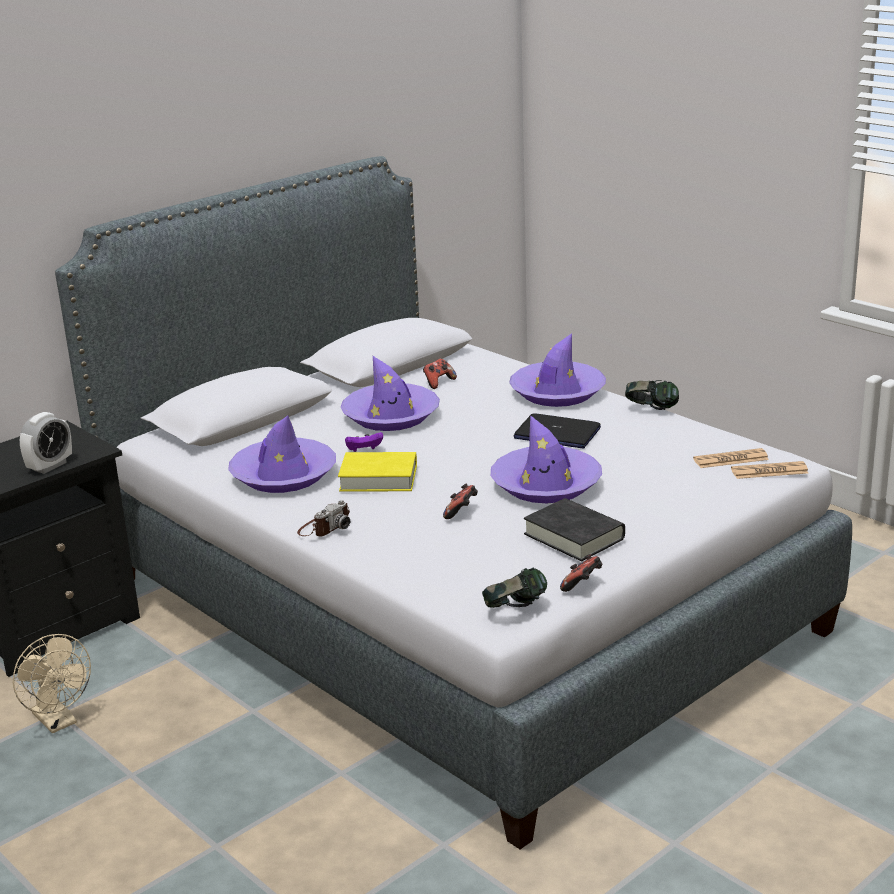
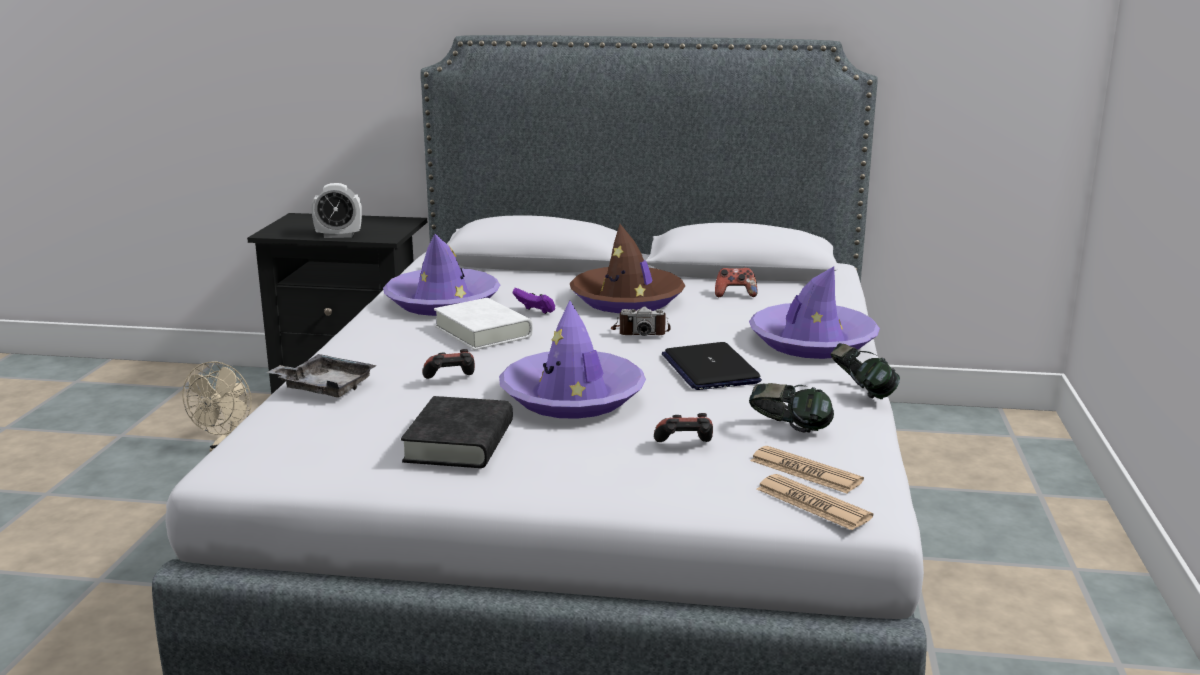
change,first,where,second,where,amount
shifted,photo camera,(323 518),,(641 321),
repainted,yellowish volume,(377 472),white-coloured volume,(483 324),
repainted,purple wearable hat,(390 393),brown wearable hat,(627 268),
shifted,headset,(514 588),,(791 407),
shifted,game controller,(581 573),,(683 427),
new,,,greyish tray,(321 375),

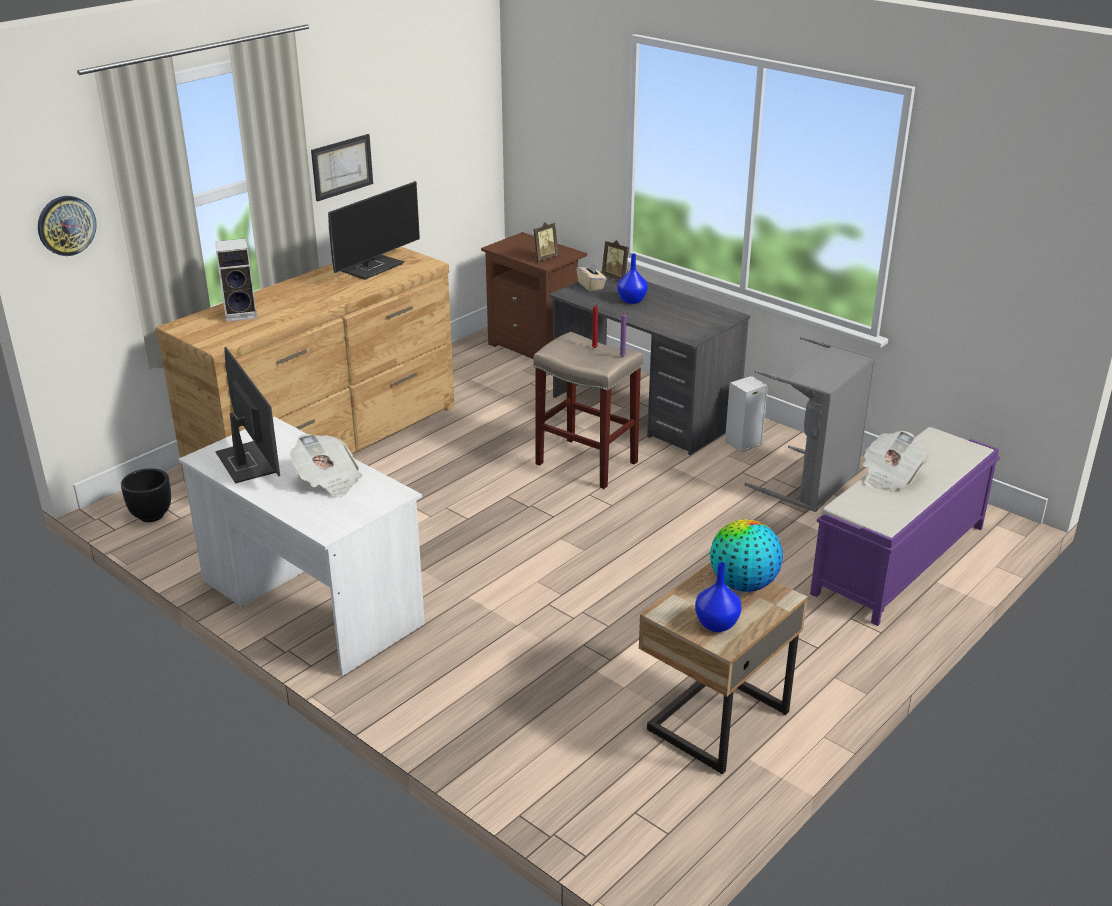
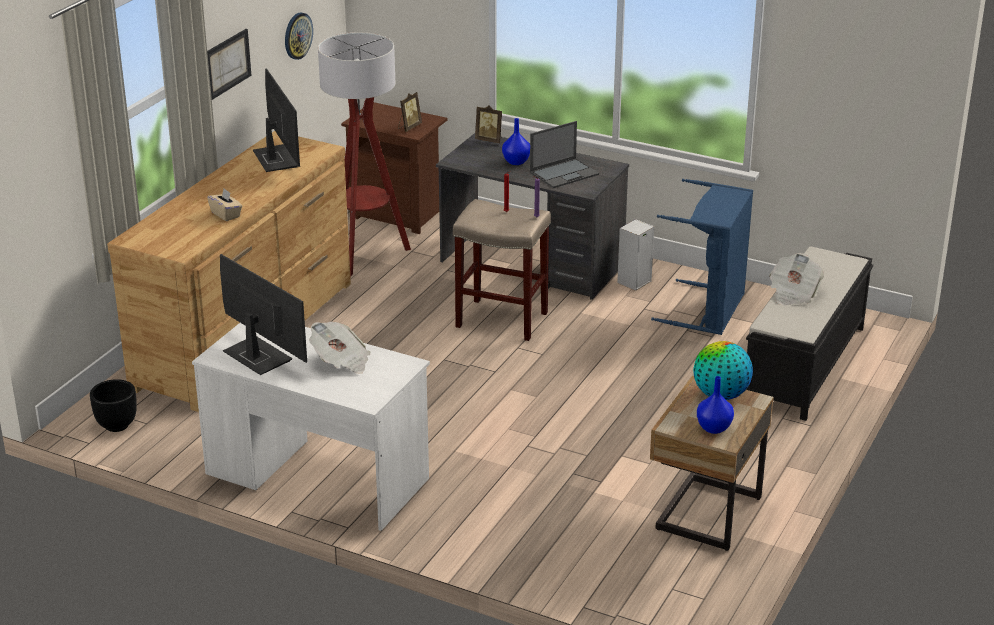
change,first,where,second,where,amount
shifted,hanging clock,(67 226),,(299 36),
gone,loudspeaker,(235 280),,,
rotated,computer screen,(374 230),,(276 120),45 degrees counterclockwise
shifted,sand-coloured tissue holder,(591 277),,(224 205),
repainted,greyish hamper,(809 424),blue hamper,(702 257),
repainted,purple long seat,(905 526),blackish long seat,(809 334),
new,,,standing lamp,(364 154),
new,,,portable computer,(564 154),

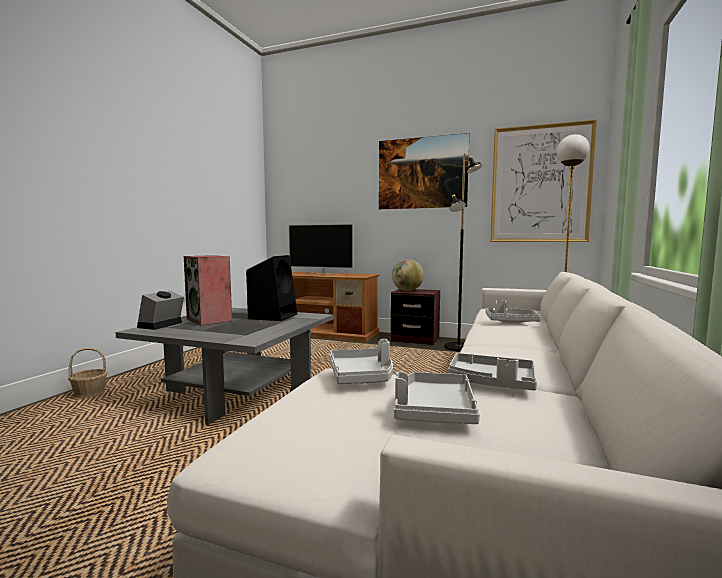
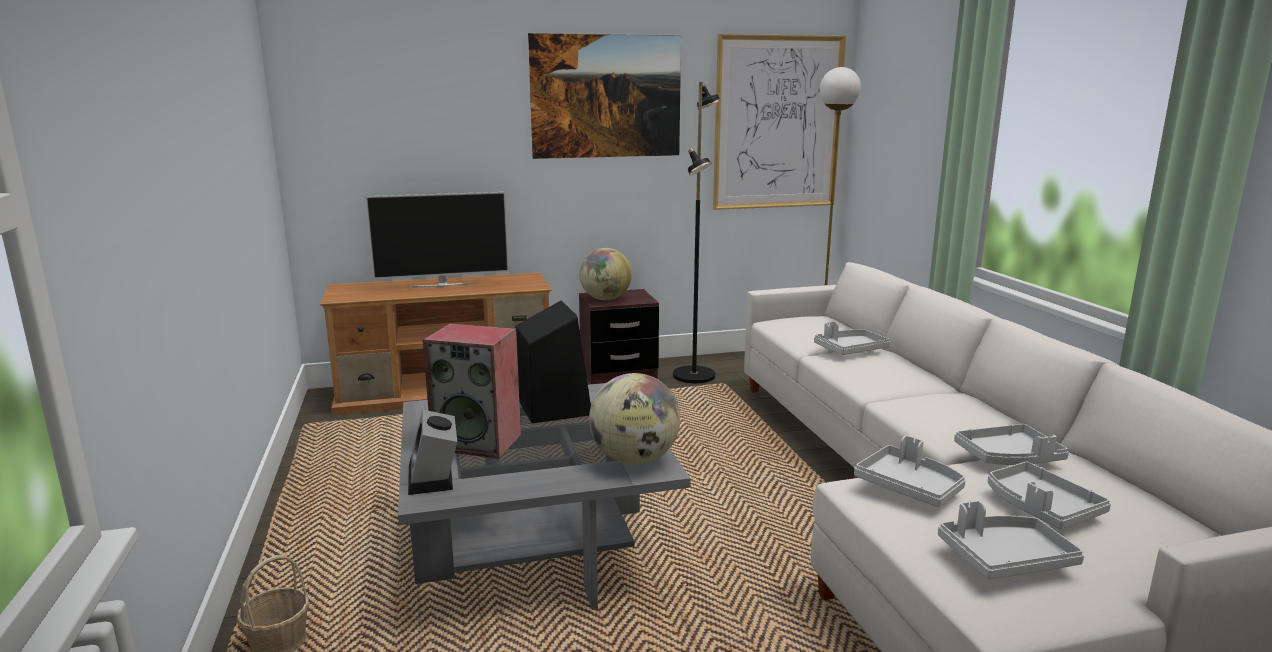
change,first,where,second,where,amount
new,,,globe,(634 419),
new,,,greyish tray,(1011 539),

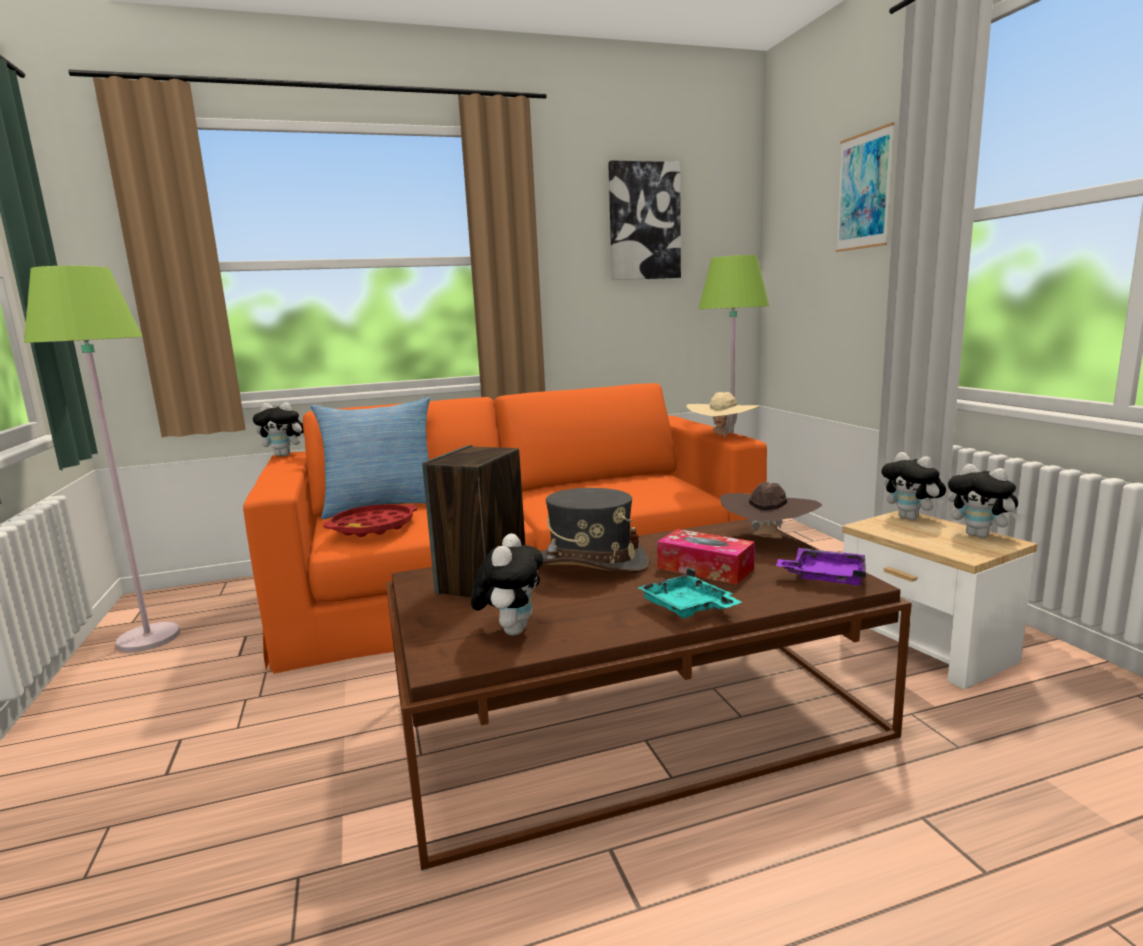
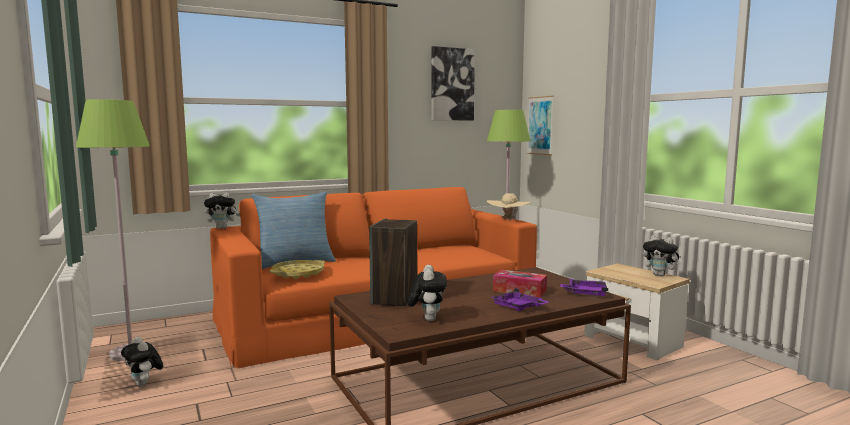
change,first,where,second,where,amount
repainted,red tray,(370 520),yellowish tray,(297 269),
gone,greyish wearable hat,(596 530),,,
repainted,turquoise-coloured tray,(689 593),purple tray,(520 299),
gone,brown wearable hat,(771 510),,,
shifted,wall picture,(864 187),,(540 125),
shifted,plush toy,(913 486),,(142 361),

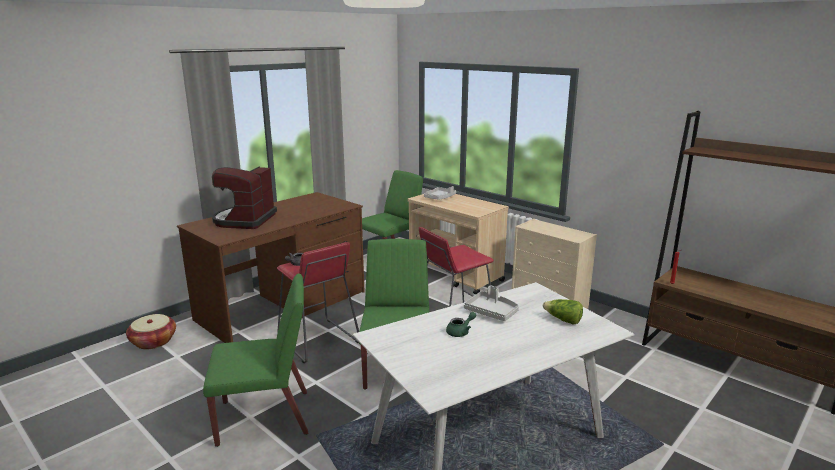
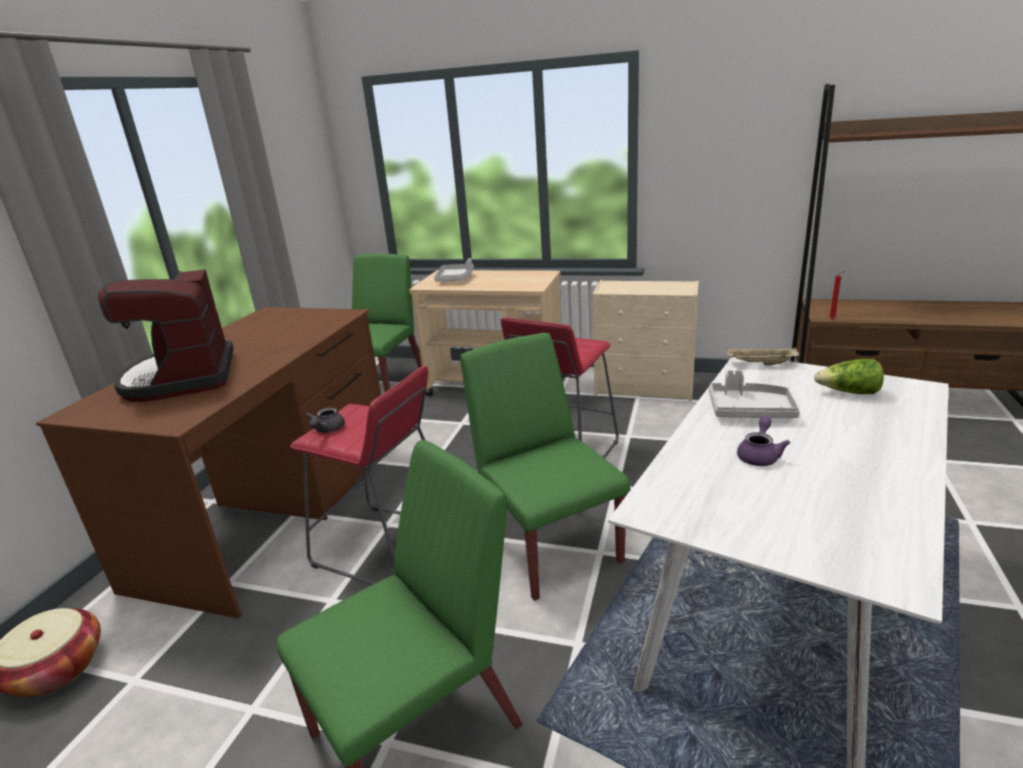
change,first,where,second,where,amount
repainted,green-coloured teapot,(461 324),purple teapot,(763 441),
new,,,sand-coloured tray,(762 356),

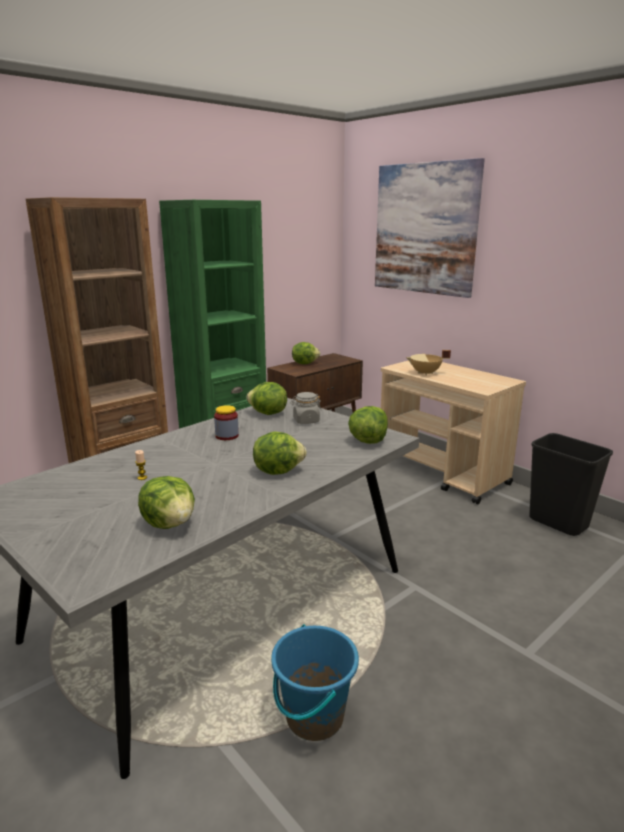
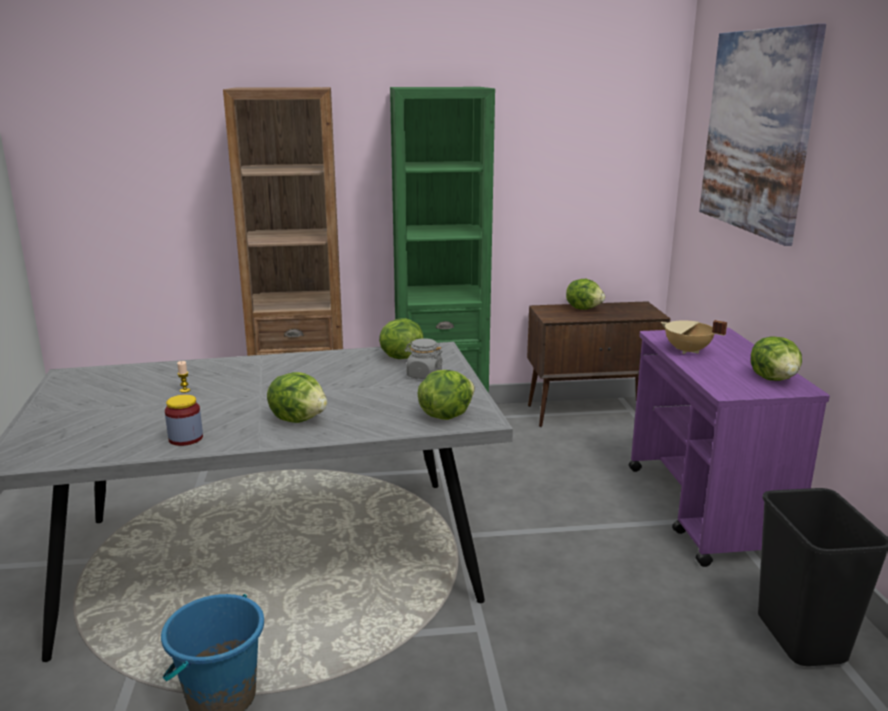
change,first,where,second,where,amount
shifted,lettuce,(166 502),,(776 359),
shifted,preserve jar,(226 422),,(184 420),
repainted,sand-coloured trolley,(453 432),purple trolley,(729 447),

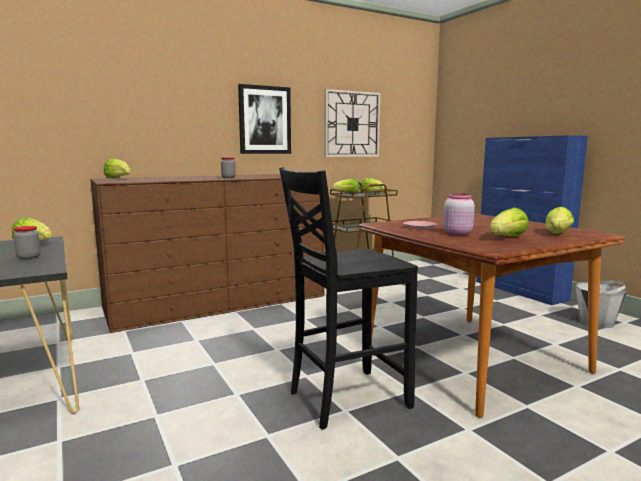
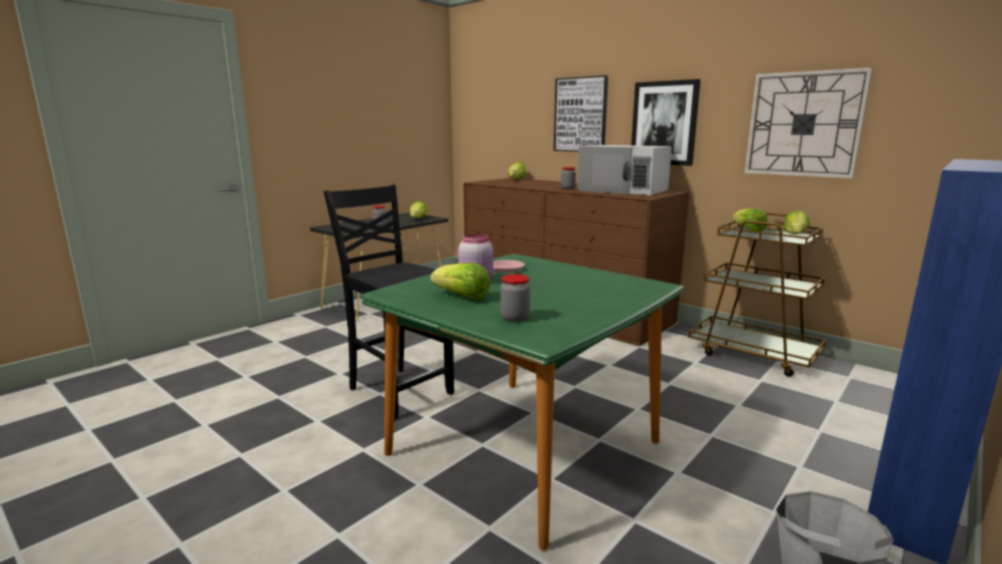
change,first,where,second,where,amount
repainted,brown dinner table,(492 315),green-coloured dinner table,(521 402),
swapped,lettuce,(559 220),preserve jar,(515 298),
new,,,wall picture,(581 113),
new,,,white-coloured microwave,(624 170),

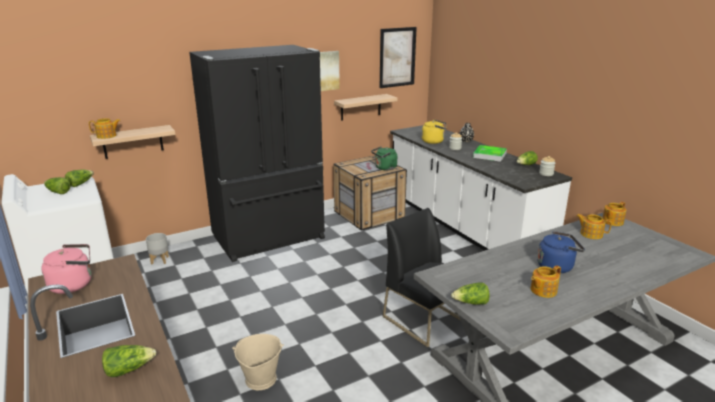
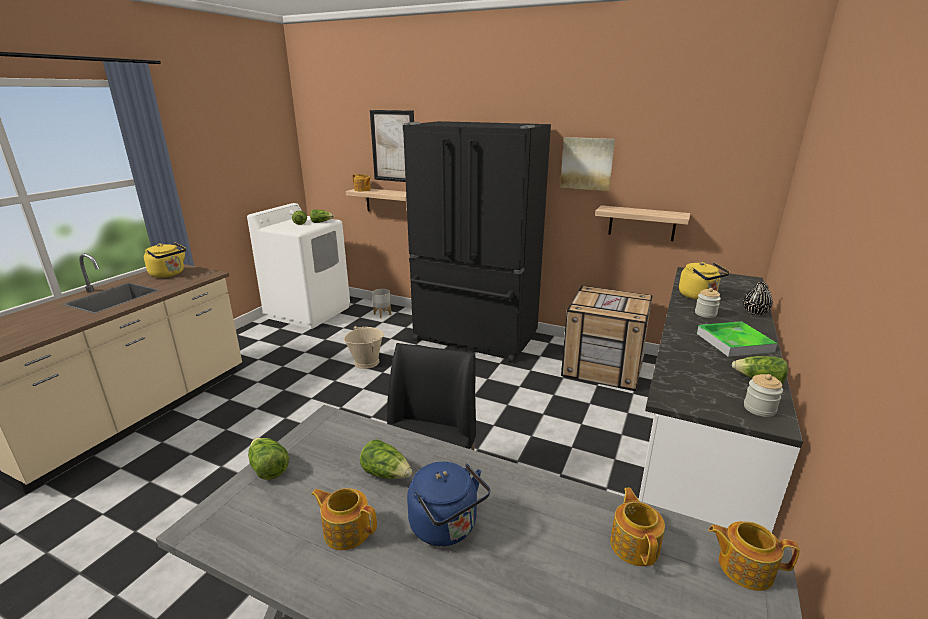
change,first,where,second,where,amount
repainted,pink water kettle,(66 269),yellowish water kettle,(165 260),
shifted,lettuce,(129 361),,(386 459),
shifted,sand-coloured water bucket,(258 362),,(364 347),
gone,green-coloured water kettle,(384 158),,,
shifted,wall picture,(398 57),,(392 146),

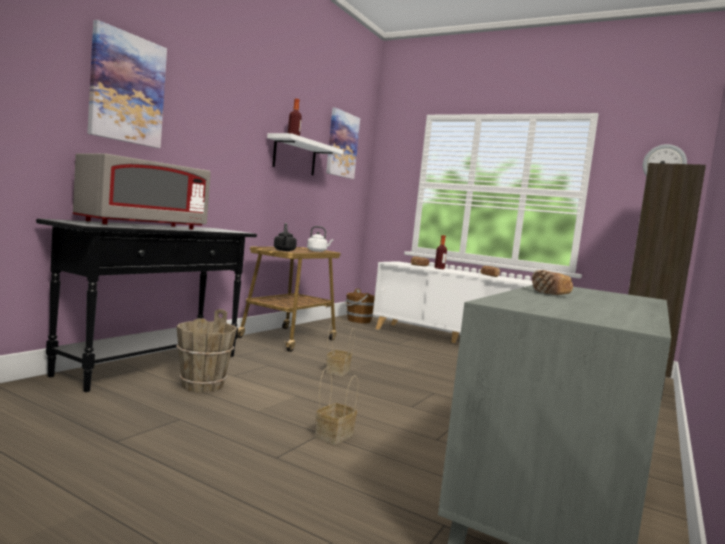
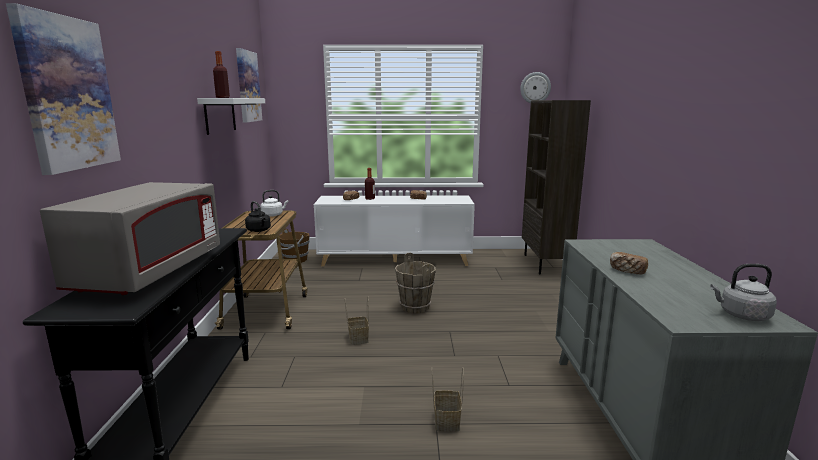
change,first,where,second,where,amount
shifted,brown water bucket,(206 351),,(415 283),
new,,,greyish water kettle,(743 292),

